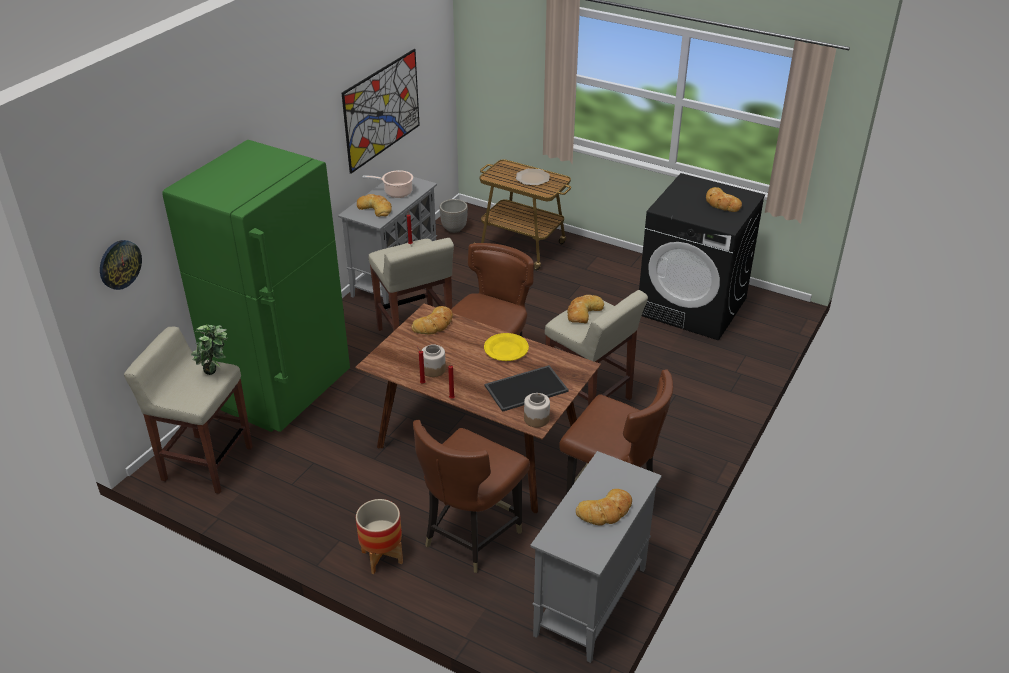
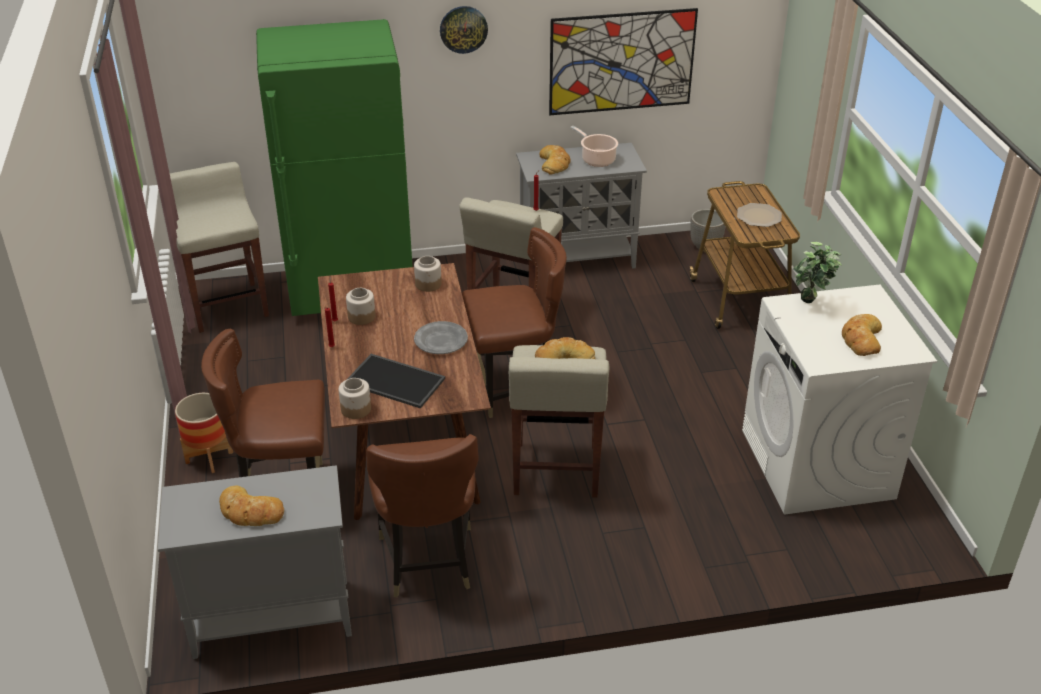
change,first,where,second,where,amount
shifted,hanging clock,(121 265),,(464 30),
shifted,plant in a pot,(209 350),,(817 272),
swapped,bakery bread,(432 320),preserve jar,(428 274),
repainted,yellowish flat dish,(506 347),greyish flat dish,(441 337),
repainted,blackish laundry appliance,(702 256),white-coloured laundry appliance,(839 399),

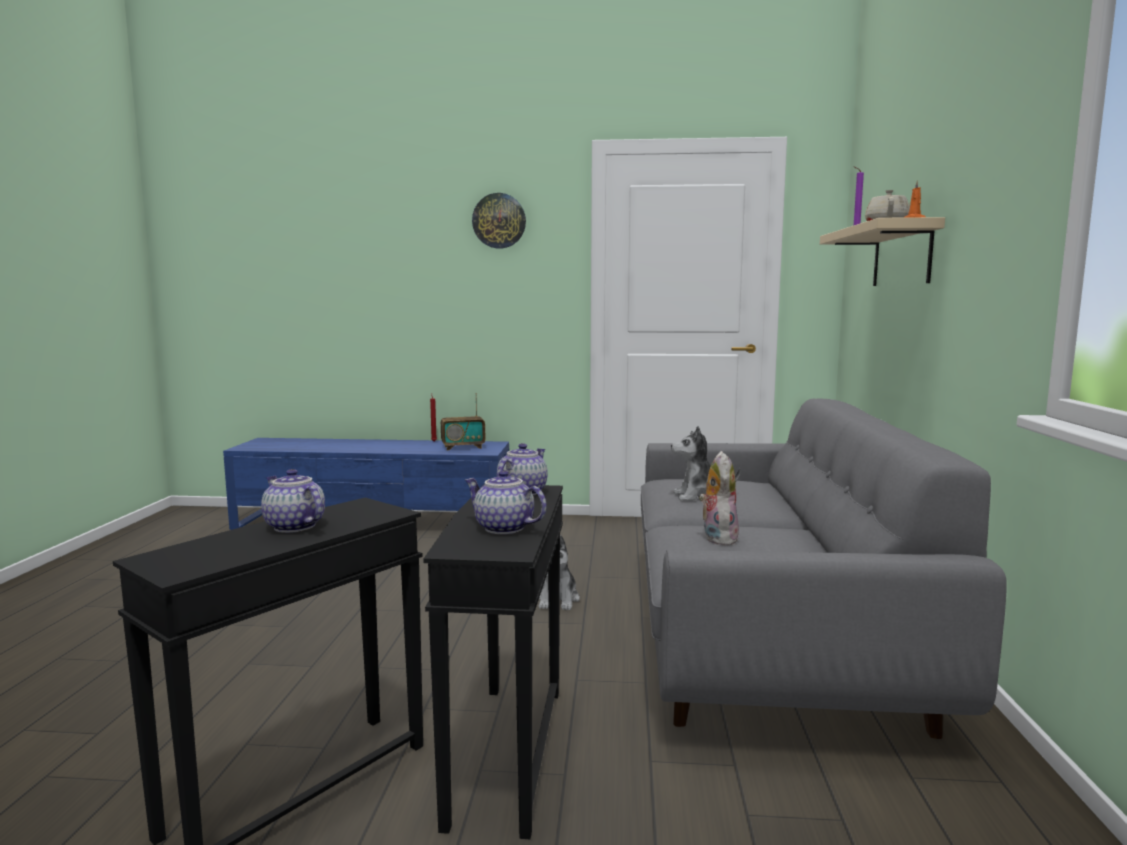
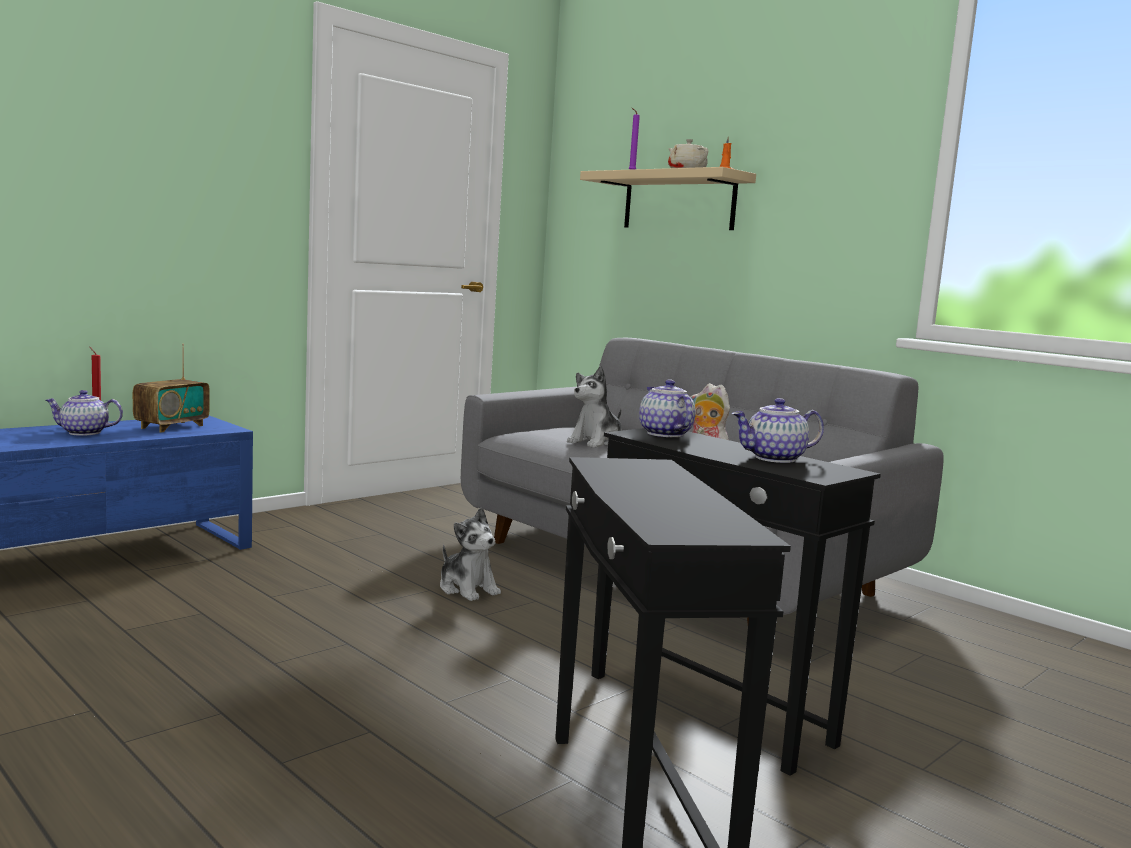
change,first,where,second,where,amount
shifted,teapot,(293 501),,(84 413),
gone,hanging clock,(499 221),,,

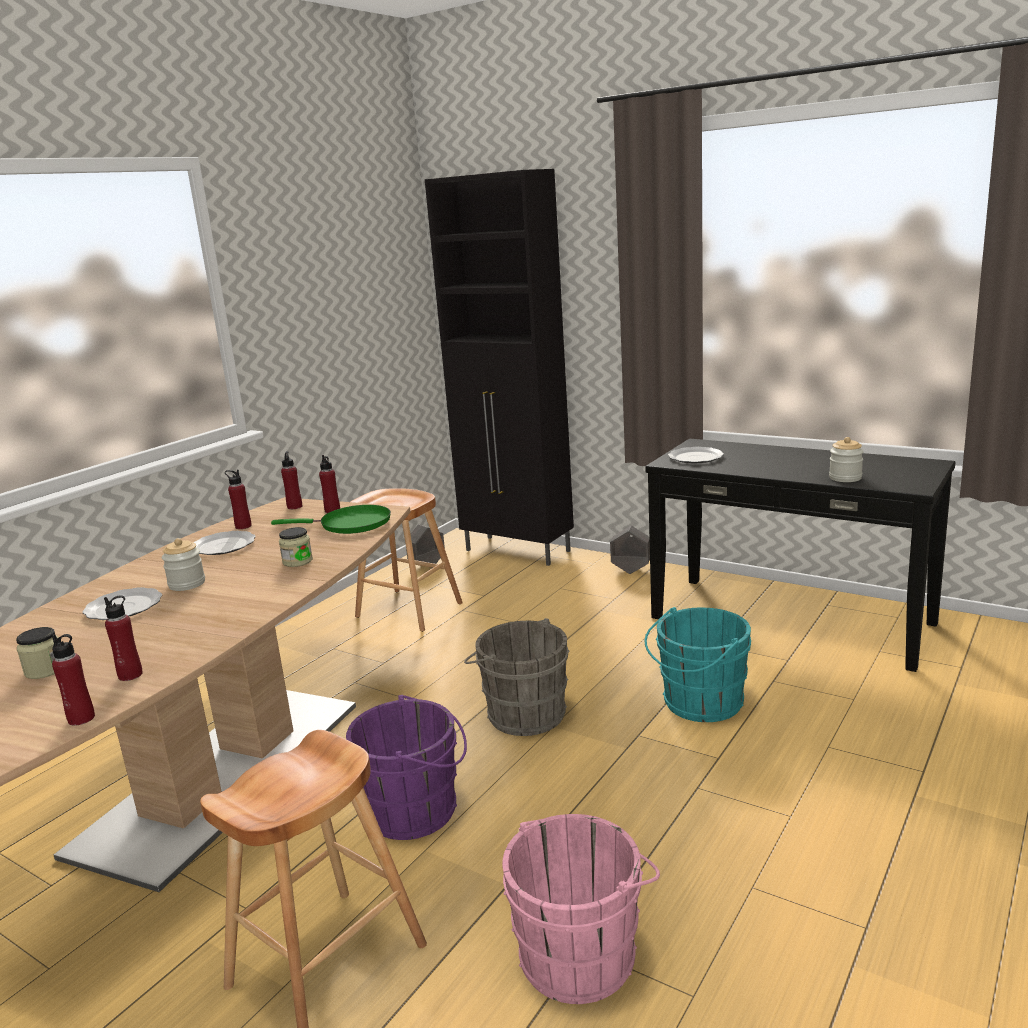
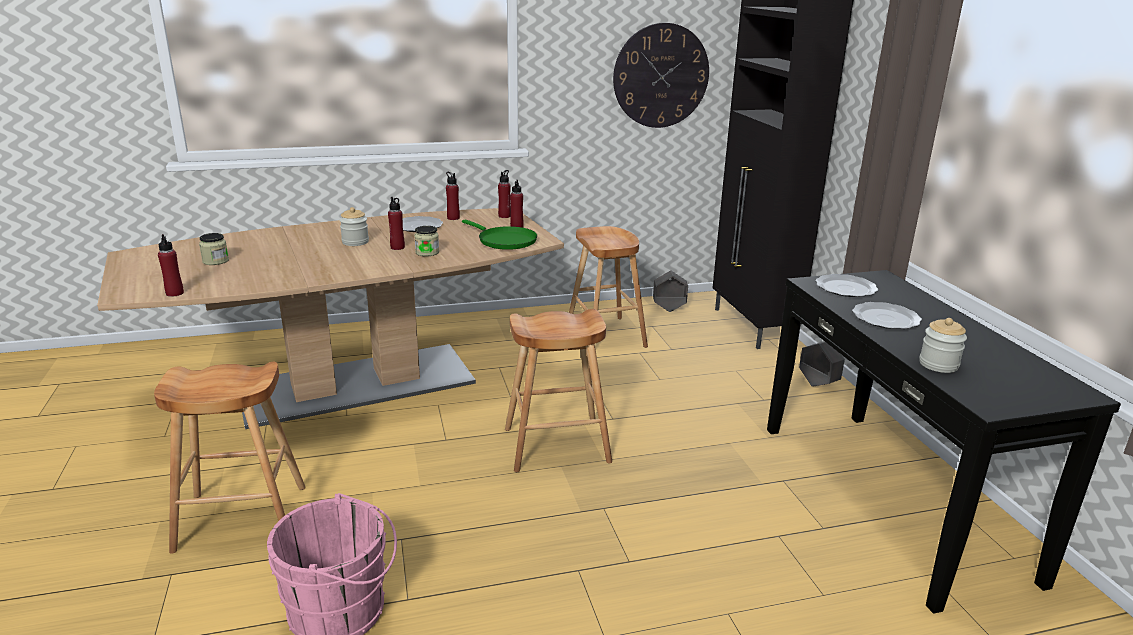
change,first,where,second,where,amount
shifted,flat dish,(122 603),,(887 315),
shifted,red beverage bottle,(123 638),,(396 223),
gone,purple water bucket,(406 767),,,
swapped,greyish water bucket,(517 677),brown stool seat,(558 390),
gone,turquoise-coloured water bucket,(698 664),,,
new,,,hanging clock,(661 75),

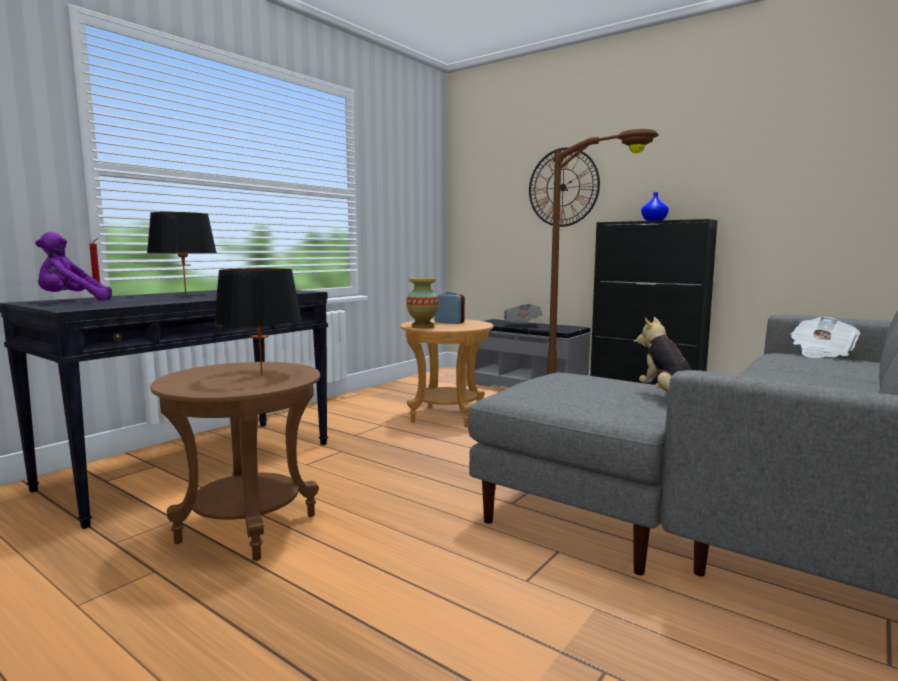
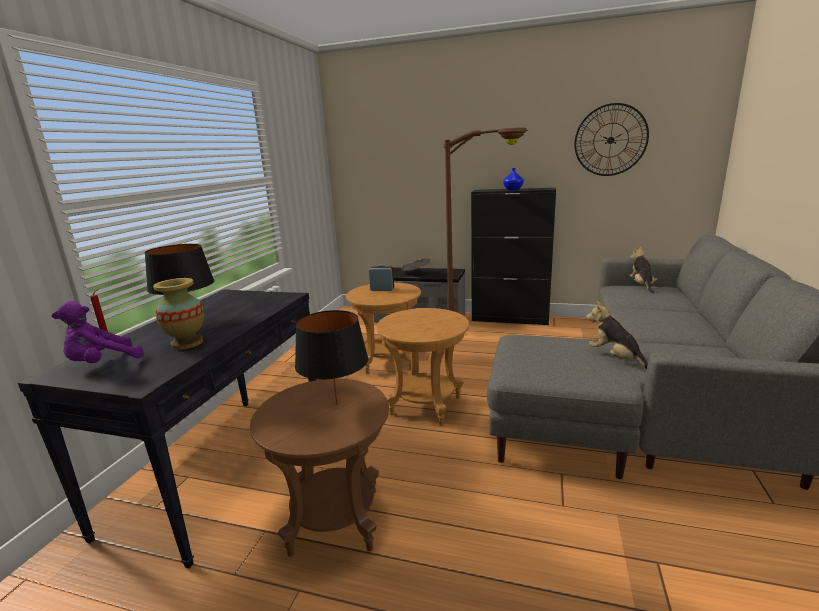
change,first,where,second,where,amount
shifted,vase,(422 303),,(178 314),
shifted,hanging clock,(564 187),,(611 139),
swapped,daily paper,(825 337),plush toy,(643 270),
new,,,brown side table,(423 367),

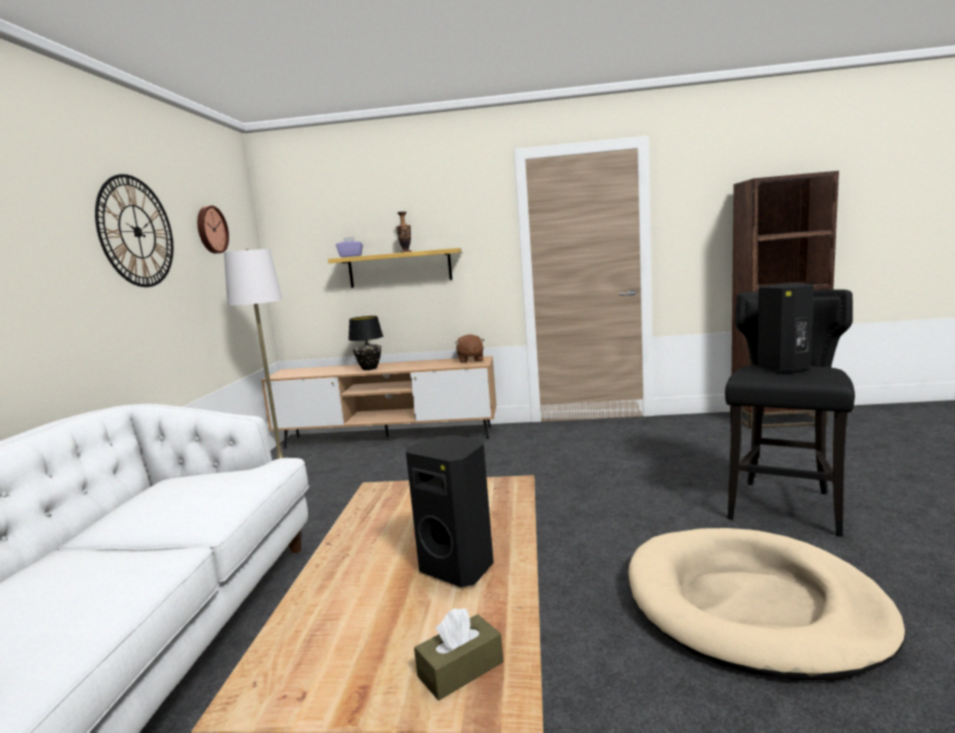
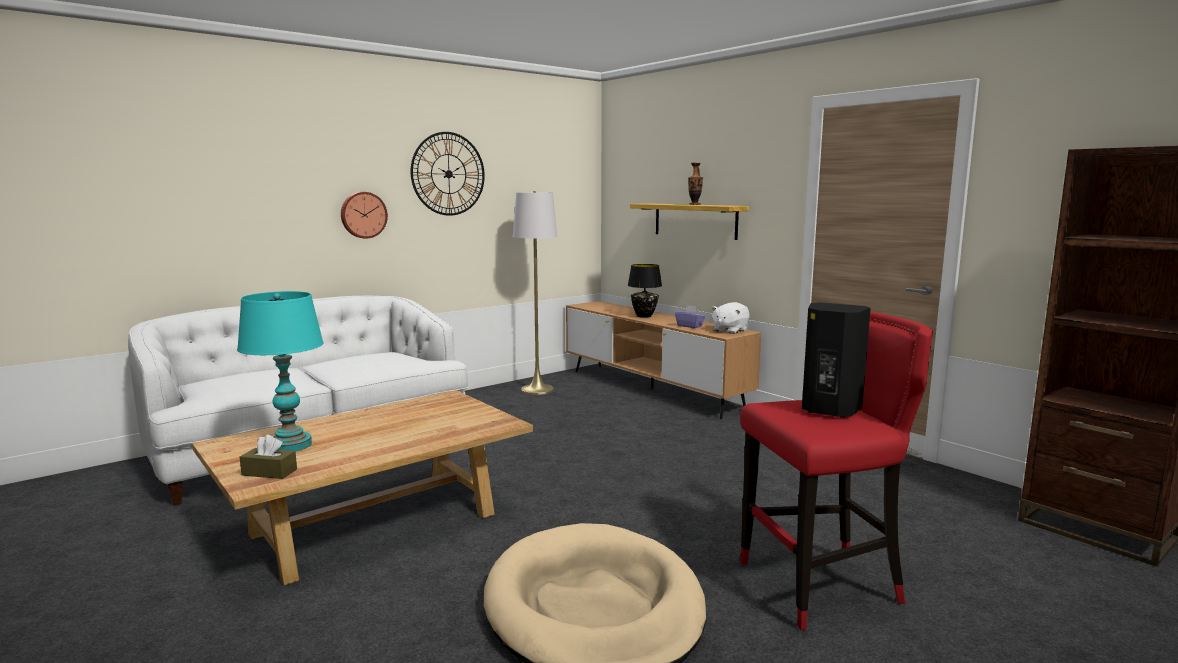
change,first,where,second,where,amount
shifted,hanging clock,(213 230),,(364 215),
shifted,purple tissue holder,(349 247),,(690 316),
gone,blackish loudspeaker,(450 511),,,
repainted,brown plush toy,(470 348),white-coloured plush toy,(731 318),
repainted,blackish stool seat,(790 413),red stool seat,(836 471),
new,,,turquoise-coloured lamp for a table,(280 371),

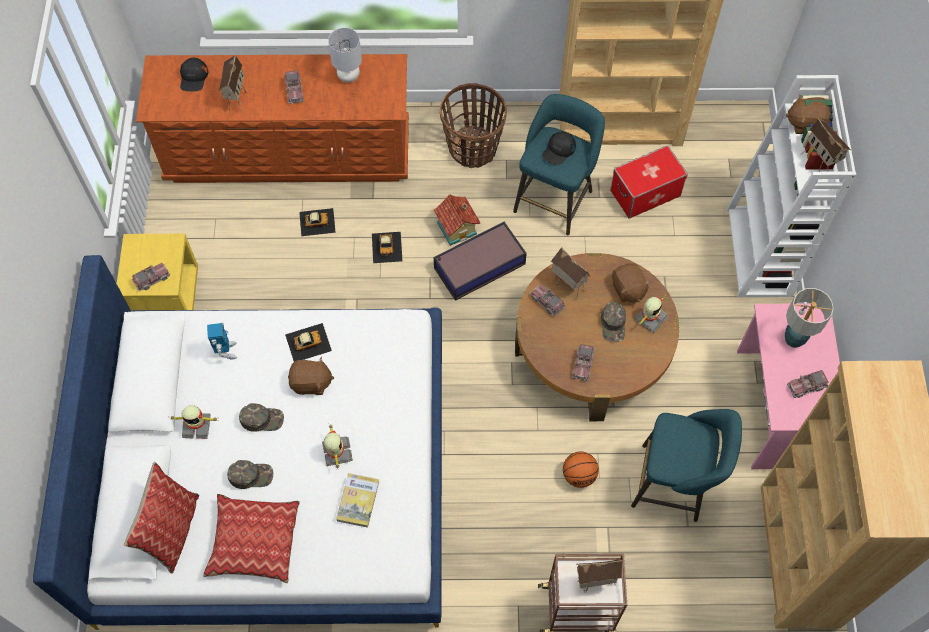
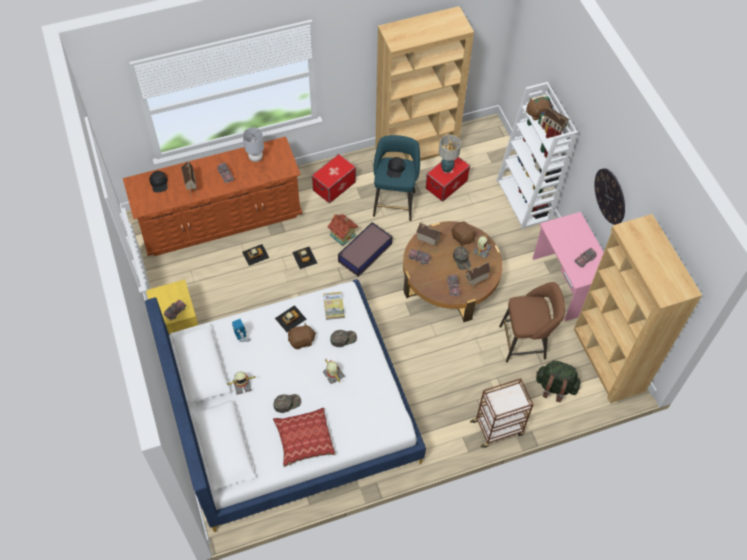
change,first,where,second,where,amount
gone,pillow,(161 518),,,
shifted,green-coloured cap,(261 417),,(343 338),
shifted,volume,(358 500),,(334 306),
swapped,basket,(473 125),storage container,(334 178),
gone,ball for basketball,(581 470),,,
shifted,toy house,(599 576),,(478 276),
repainted,turquoise-coloured stool seat,(686 465),brown stool seat,(532 322),
shifted,lamp for a table,(809 318),,(450 154),
new,,,green-coloured backpack,(558 381),
new,,,hanging clock,(610 196),

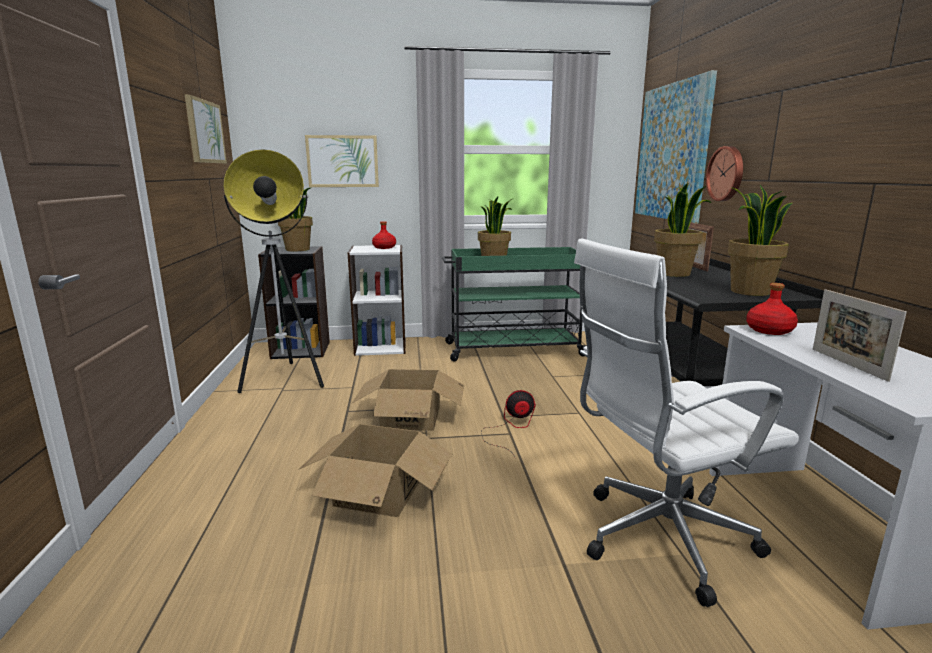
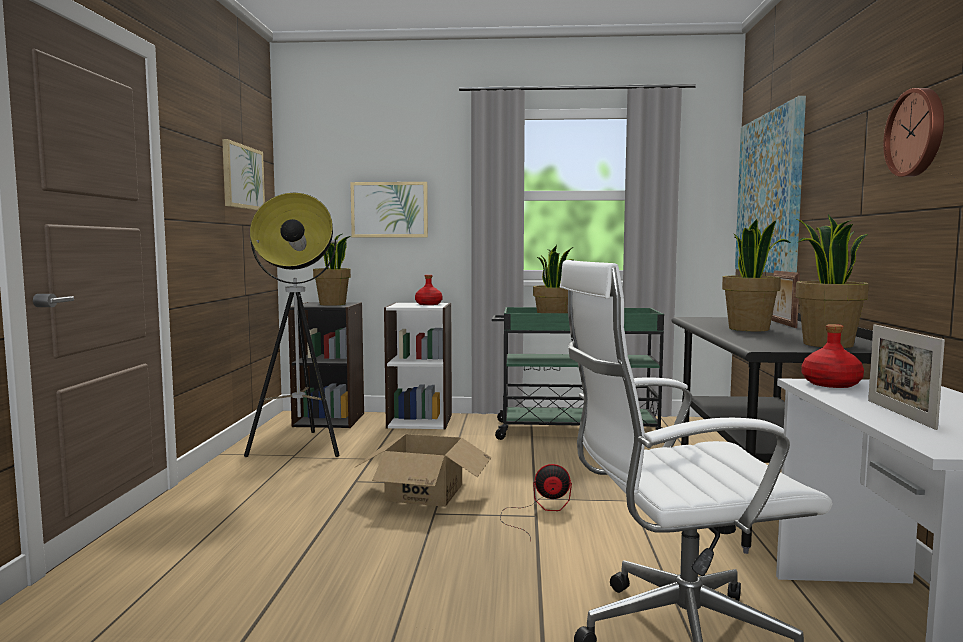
change,first,where,second,where,amount
gone,carton,(375 470),,,
shifted,hanging clock,(724 173),,(913 132),

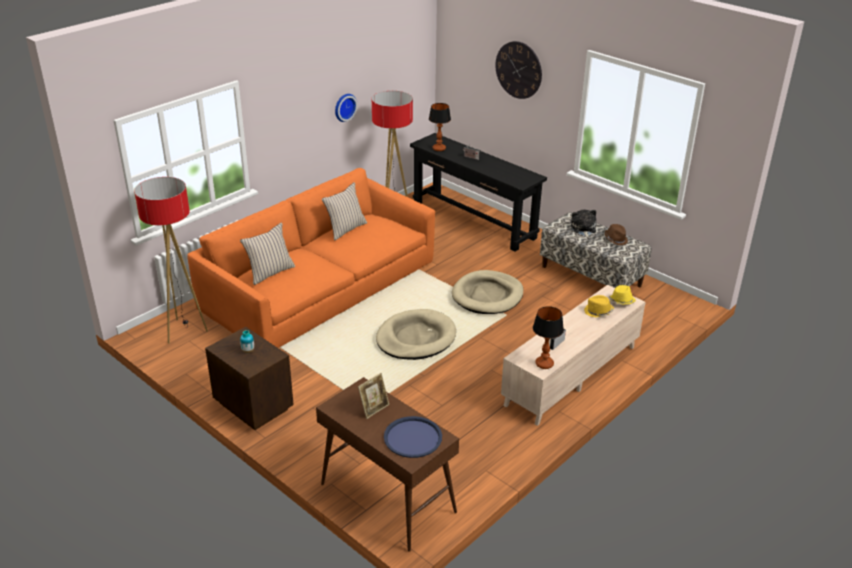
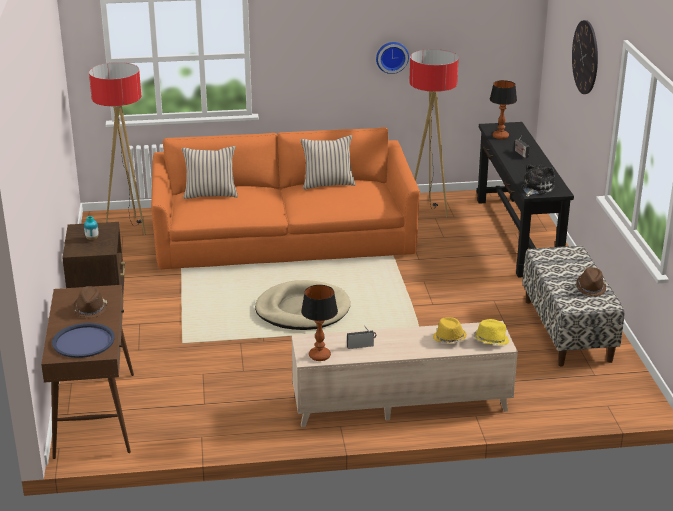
change,first,where,second,where,amount
swapped,picture frame,(373 396),brown wearable hat,(90 302),
gone,sand-coloured pet bed,(487 292),,,
shifted,plush toy,(583 223),,(538 180),

